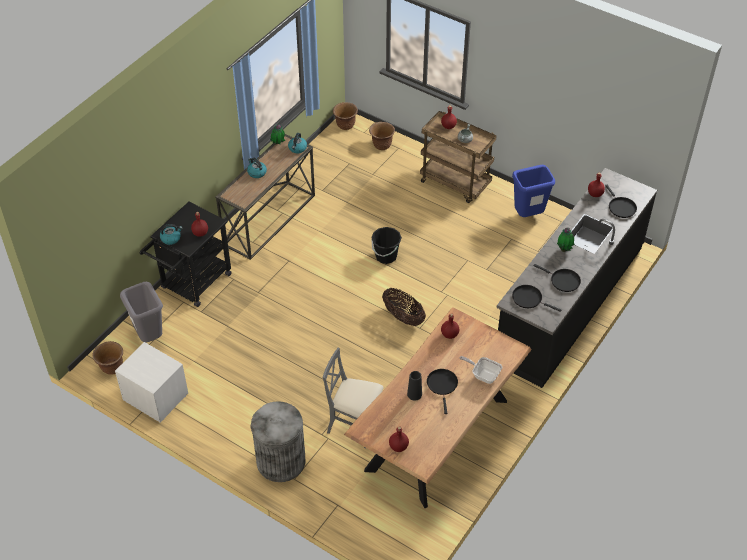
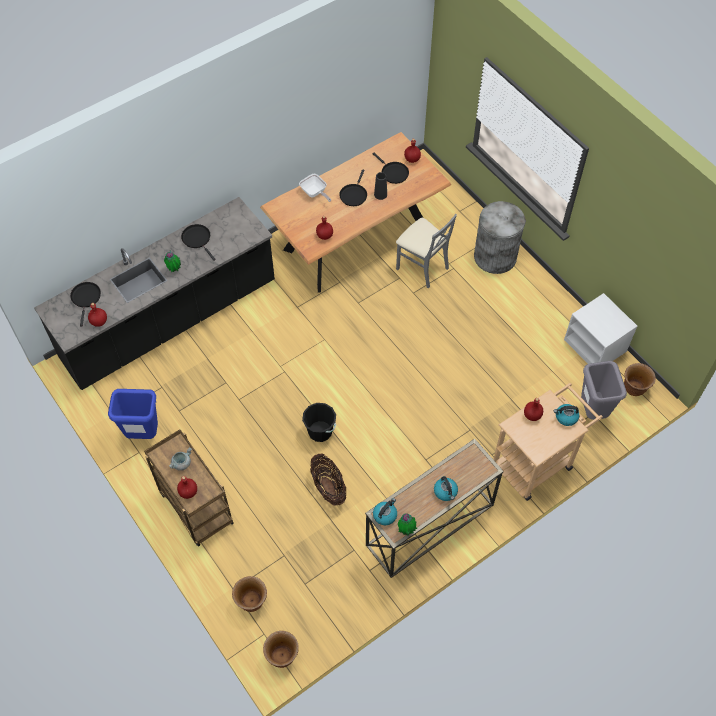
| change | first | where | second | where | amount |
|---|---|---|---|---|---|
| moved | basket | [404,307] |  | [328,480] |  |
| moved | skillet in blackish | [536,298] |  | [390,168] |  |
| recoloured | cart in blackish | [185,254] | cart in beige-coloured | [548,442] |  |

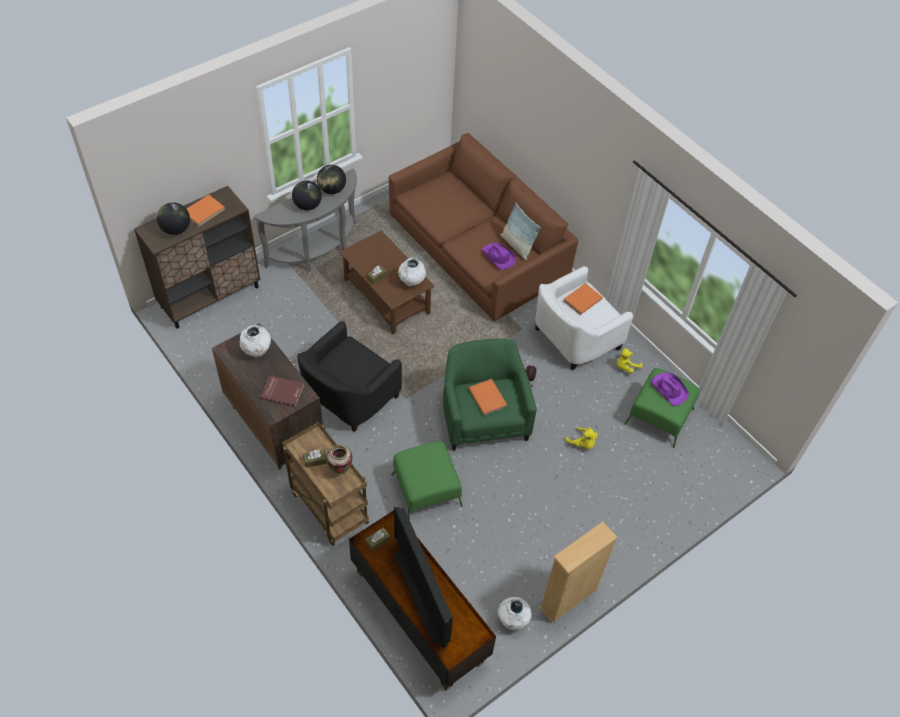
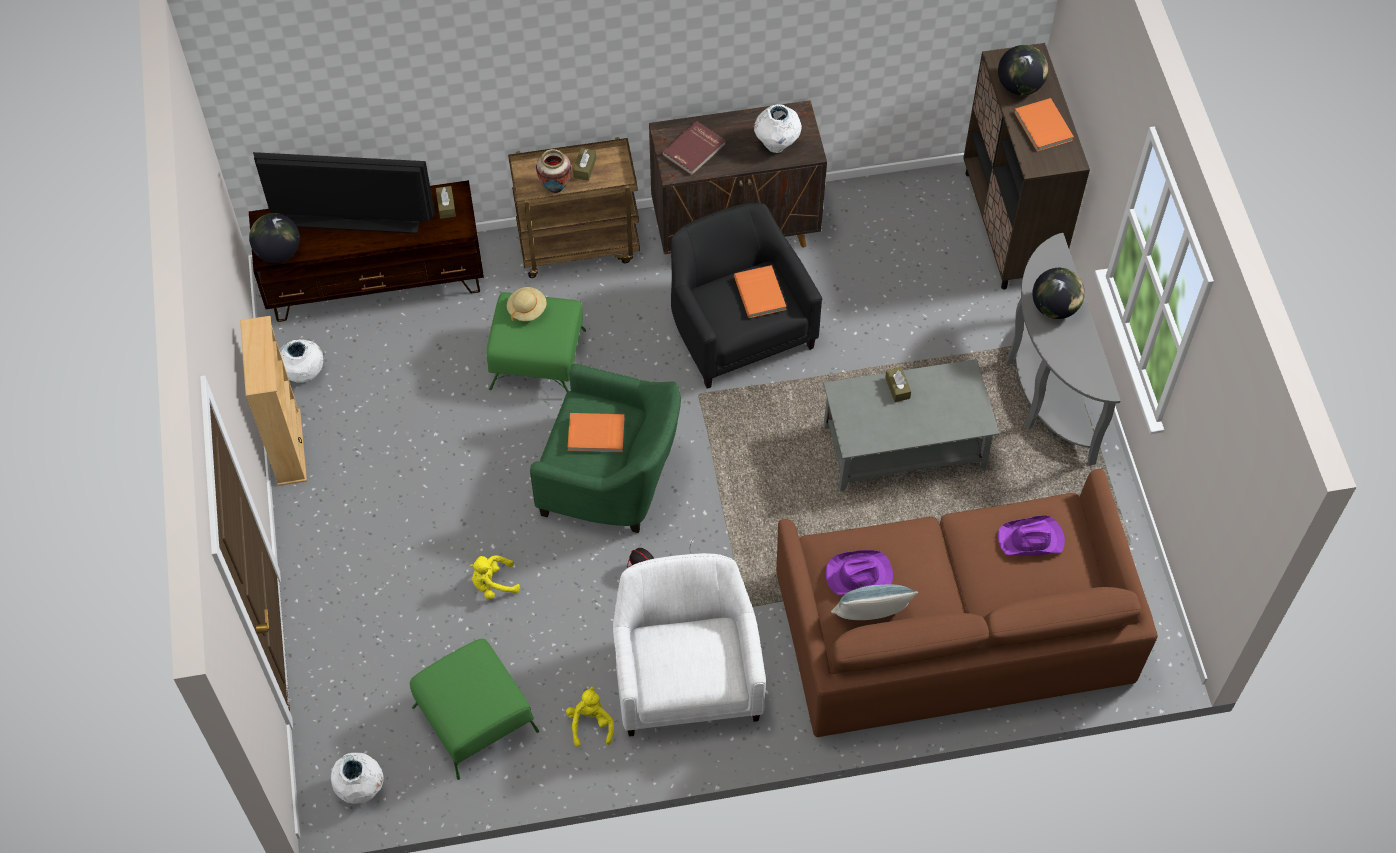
| change | first | where | second | where | amount |
|---|---|---|---|---|---|
| added |  |  | clothing hat in beige-coloured | [527,304] |  |
| moved | world globe | [331,179] |  | [274,238] |  |
| moved | flower vase in whitish | [412,272] |  | [357,778] |  |
| moved | bound book in orange-coloured | [583,299] |  | [760,291] |  |
| moved | clothing hat in purple-coloured | [670,389] |  | [1031,535] |  |
| recoloured | lounge table in brown-coloured | [387,282] | lounge table in grey | [911,425] |  |

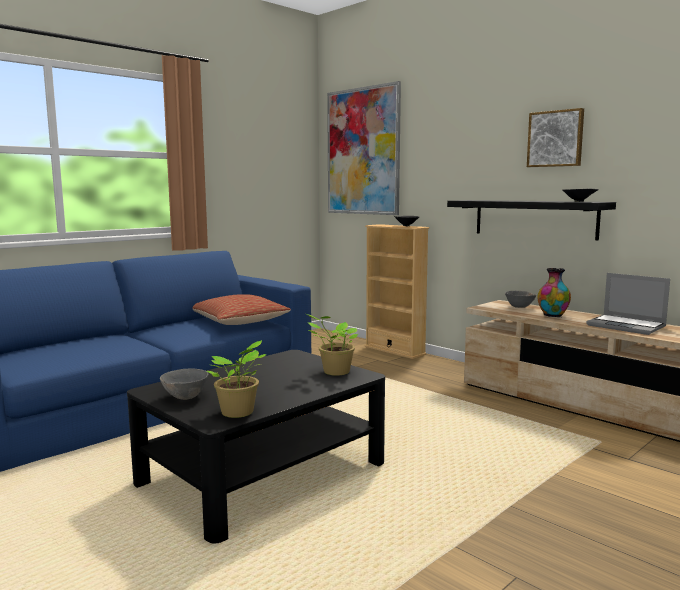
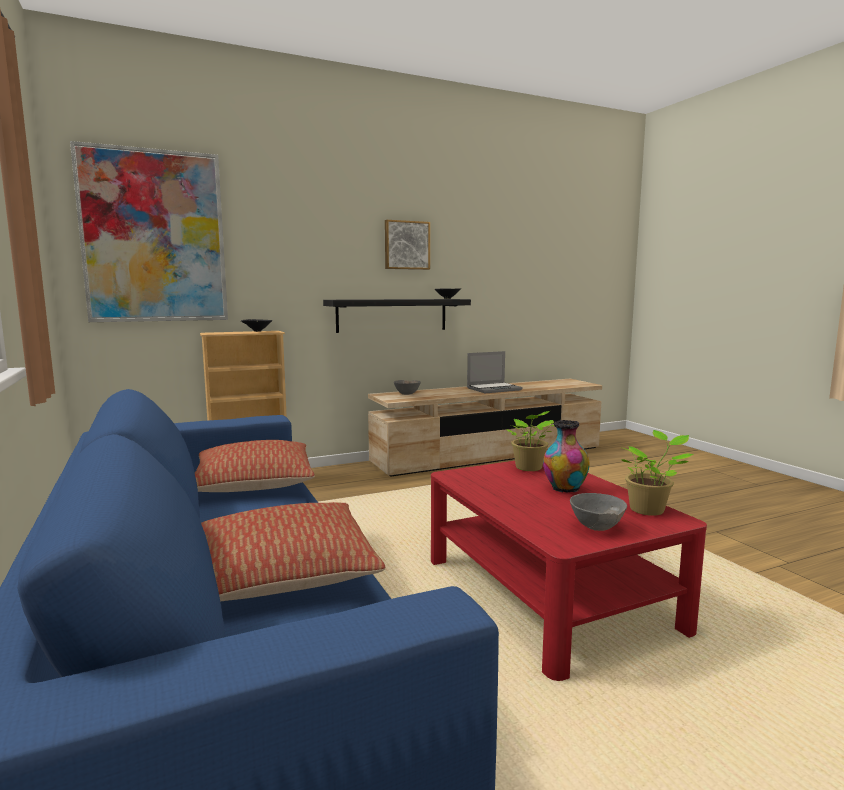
| change | first | where | second | where | amount |
|---|---|---|---|---|---|
| added |  |  | pillow | [293,551] |  |
| moved | flower vase | [554,292] |  | [566,456] |  |
| recoloured | lounge table in blackish | [256,447] | lounge table in red-coloured | [569,571] |  |

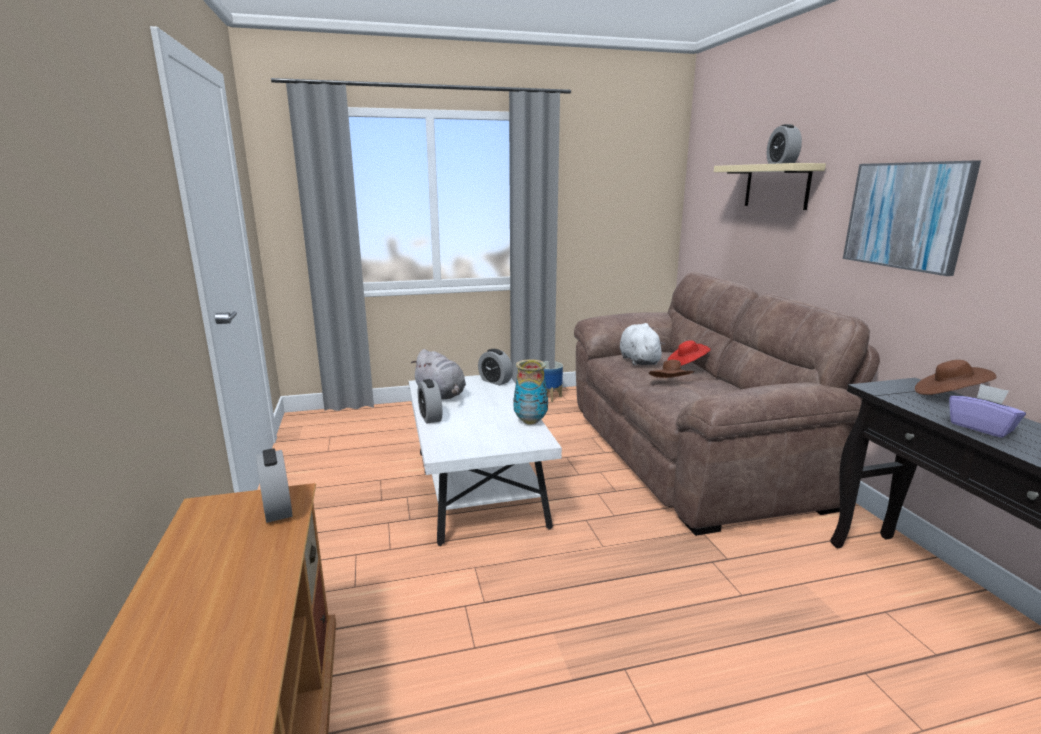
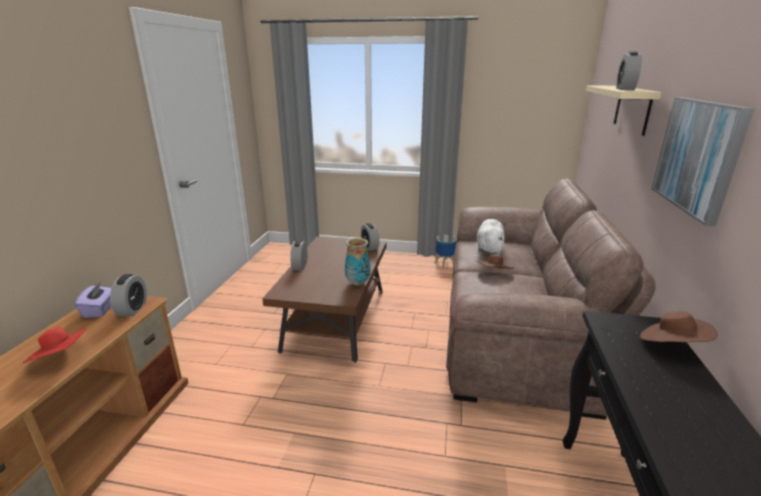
| change | first | where | second | where | amount |
|---|---|---|---|---|---|
| removed | soft toy in grey | [438,374] |  |  |  |
| moved | clothing hat in red-coloured | [689,353] |  | [55,345] |  |
| moved | box of tissues in purple-coloured | [987,411] |  | [93,300] |  |
| recoloured | lounge table in whitish | [485,460] | lounge table in brown-coloured | [324,300] |  |

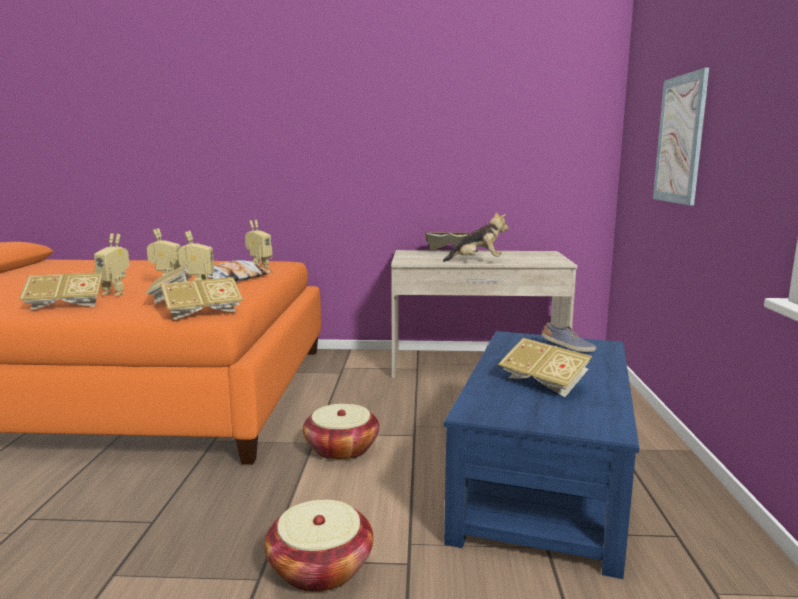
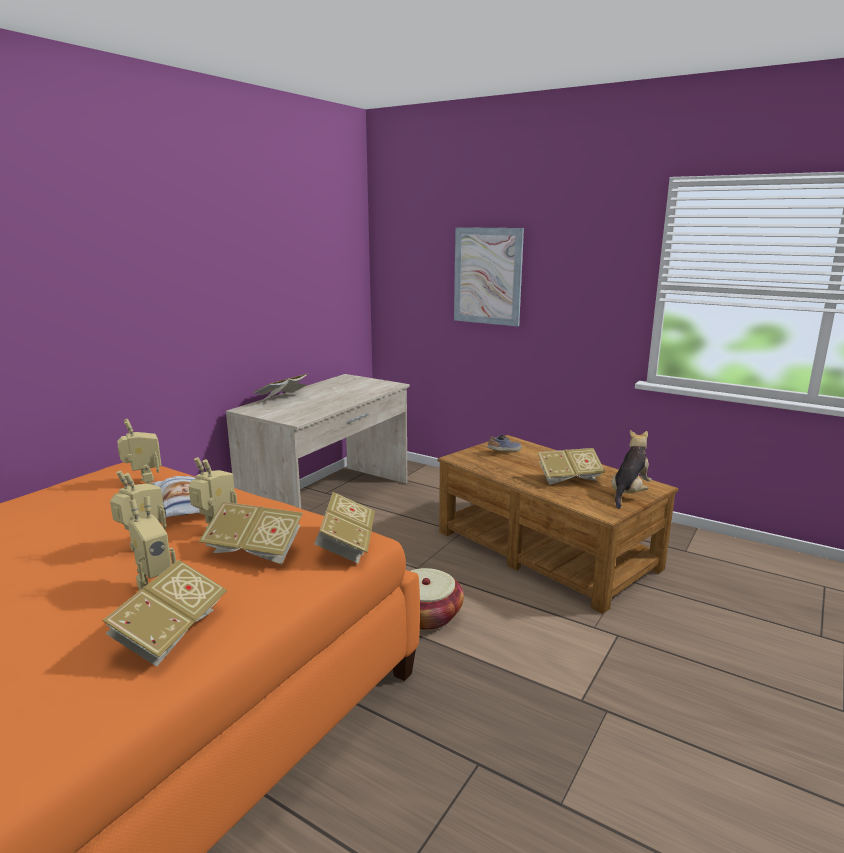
| change | first | where | second | where | amount |
|---|---|---|---|---|---|
| removed | basket | [318,546] |  |  |  |
| moved | soft toy | [476,237] |  | [632,469] |  |
| recoloured | lounge table in blue | [542,455] | lounge table in brown-coloured | [558,524] |  |

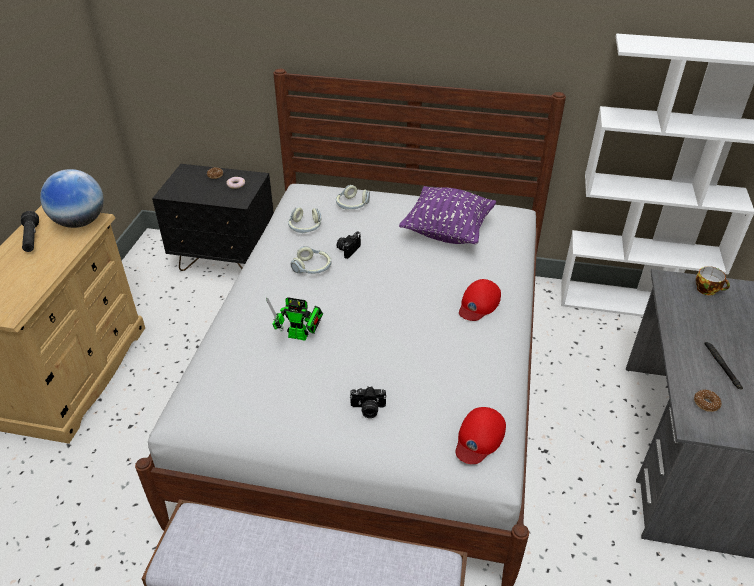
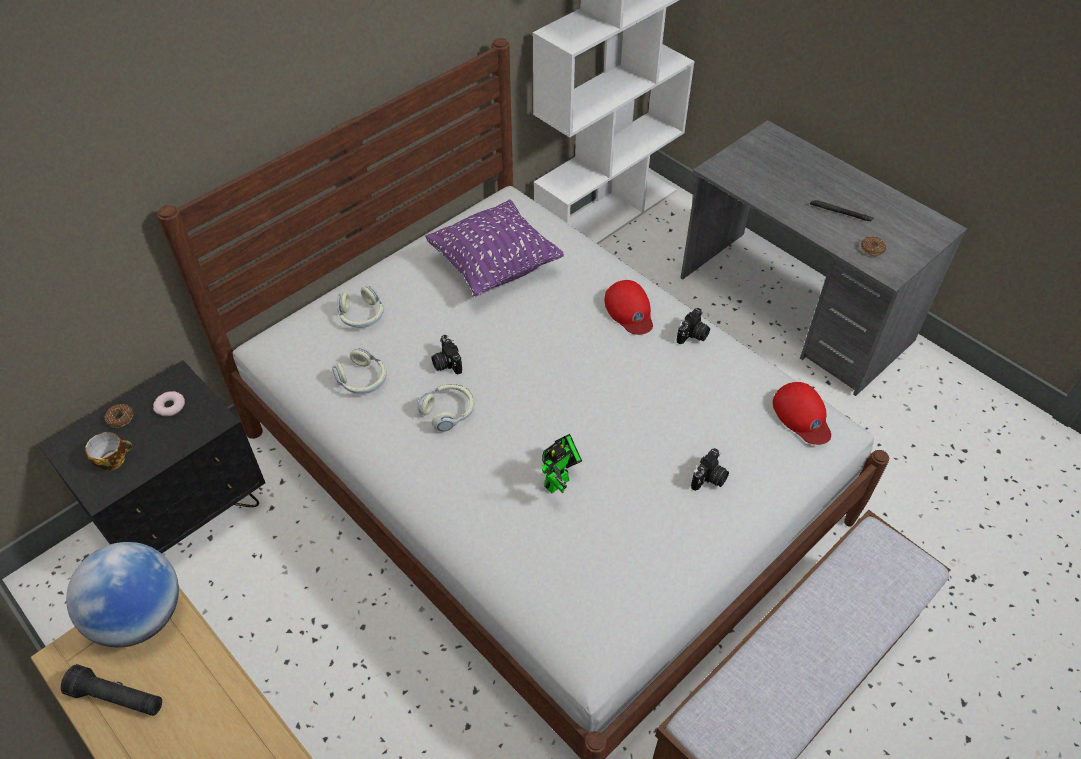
| change | first | where | second | where | amount |
|---|---|---|---|---|---|
| added |  |  | photo camera | [693,326] |  |
| moved | small cup | [713,281] |  | [109,451] |  |

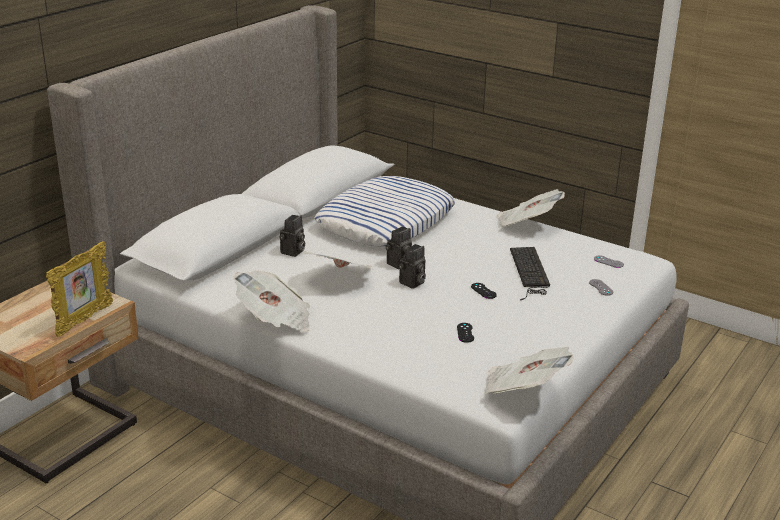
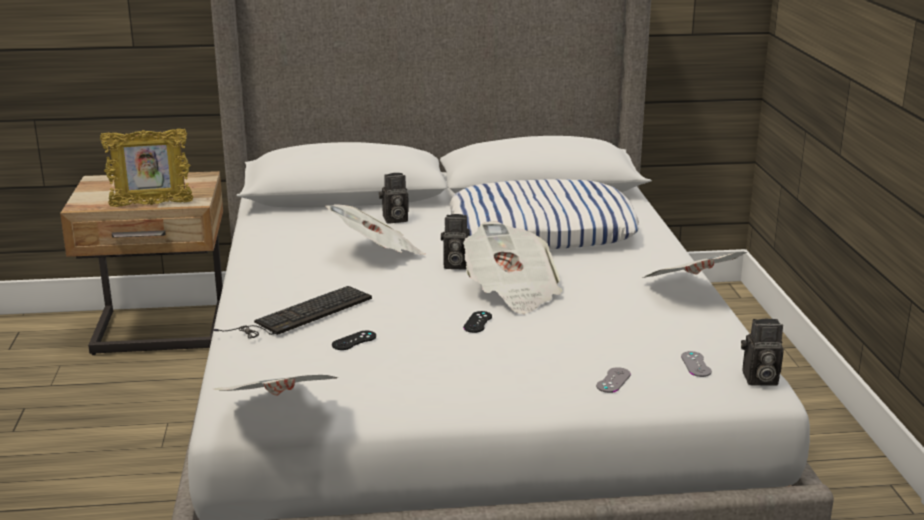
| change | first | where | second | where | amount |
|---|---|---|---|---|---|
| moved | printed paper | [271,301] |  | [512,267] |  |
| moved | photo camera | [412,266] |  | [762,352] |  |
| moved | PC keyboard | [530,274] |  | [292,312] |  |

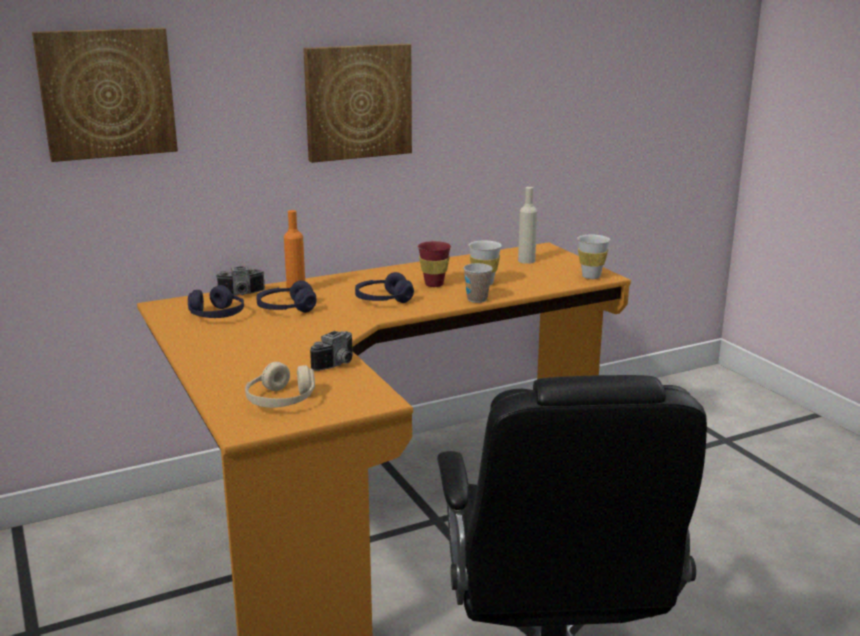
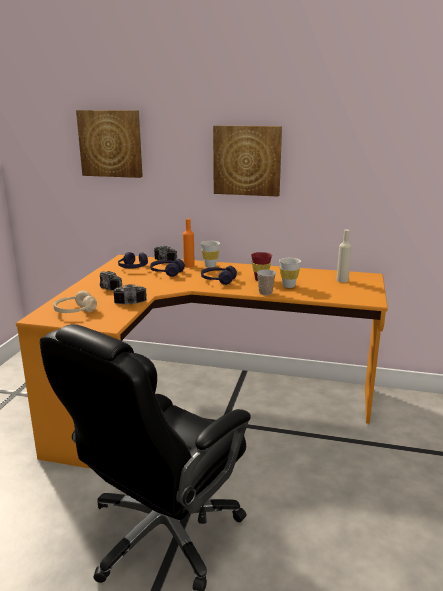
| change | first | where | second | where | amount |
|---|---|---|---|---|---|
| added |  |  | photo camera | [111,280] |  |
| moved | small cup in whitish | [593,257] |  | [210,254] |  |

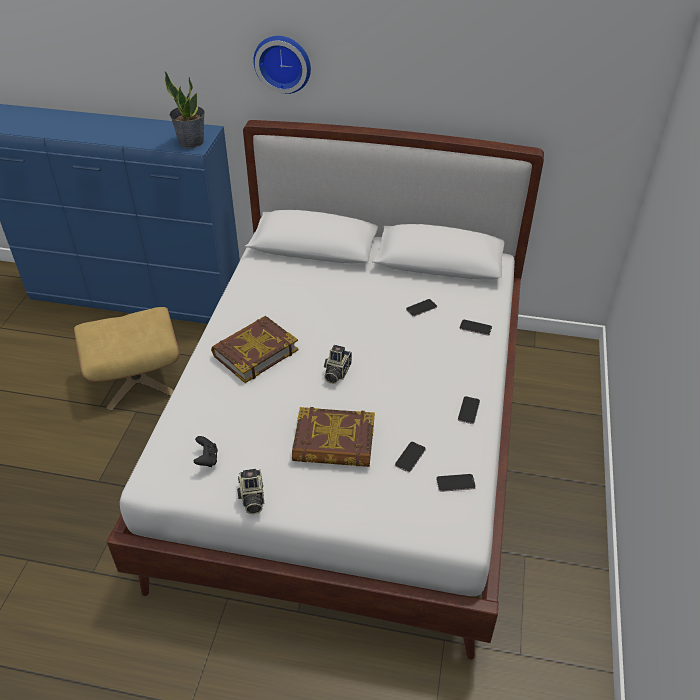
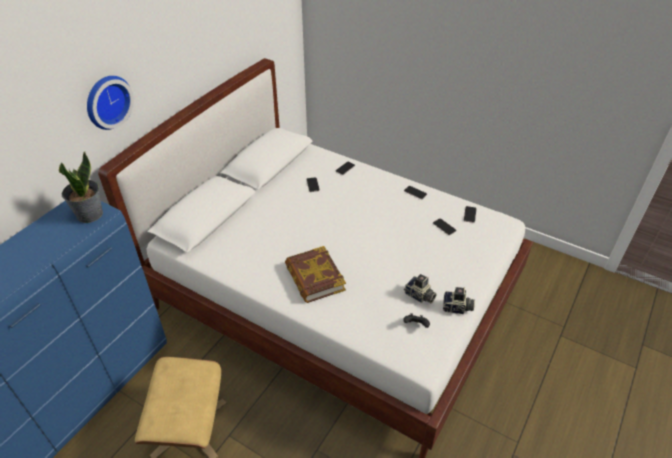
| change | first | where | second | where | amount |
|---|---|---|---|---|---|
| removed | bound book | [333,437] |  |  |  |
| moved | photo camera | [338,364] |  | [420,288] |  |

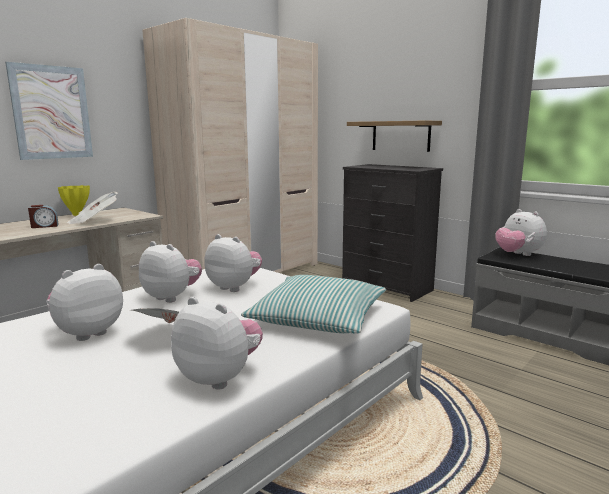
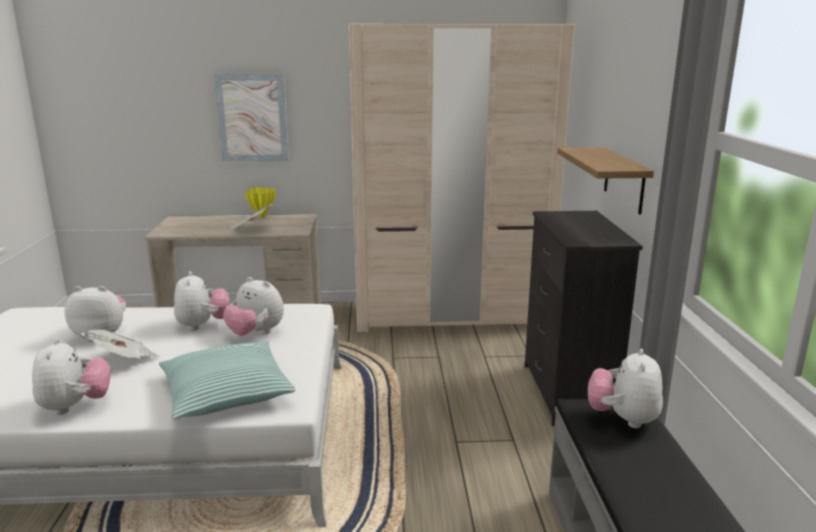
| change | first | where | second | where | amount |
|---|---|---|---|---|---|
| removed | table clock | [43,216] |  |  |  |
| turned | soft toy | [233,263] |  | [253,306] | 135 degrees clockwise |

